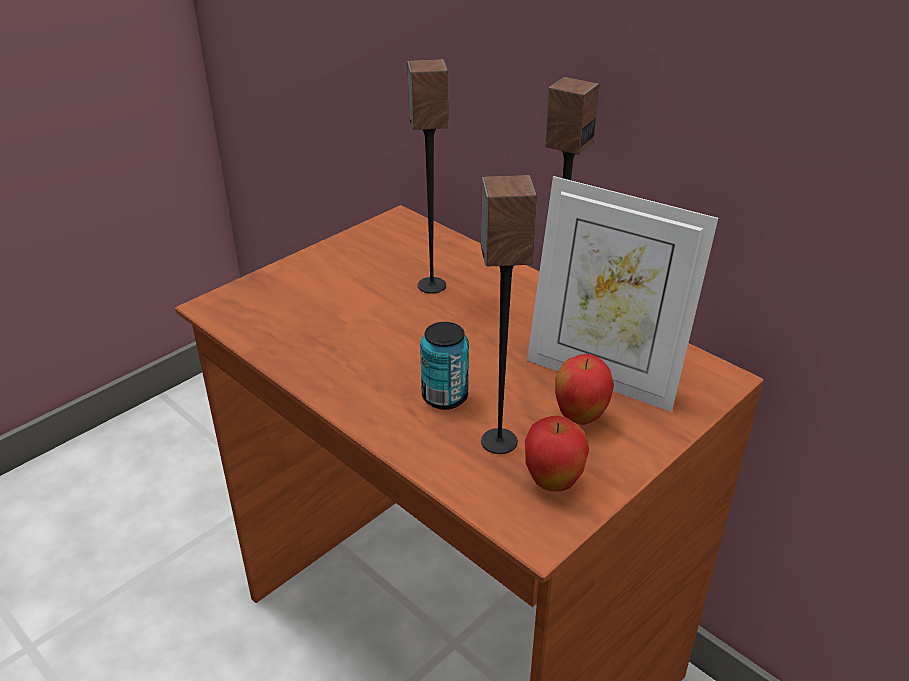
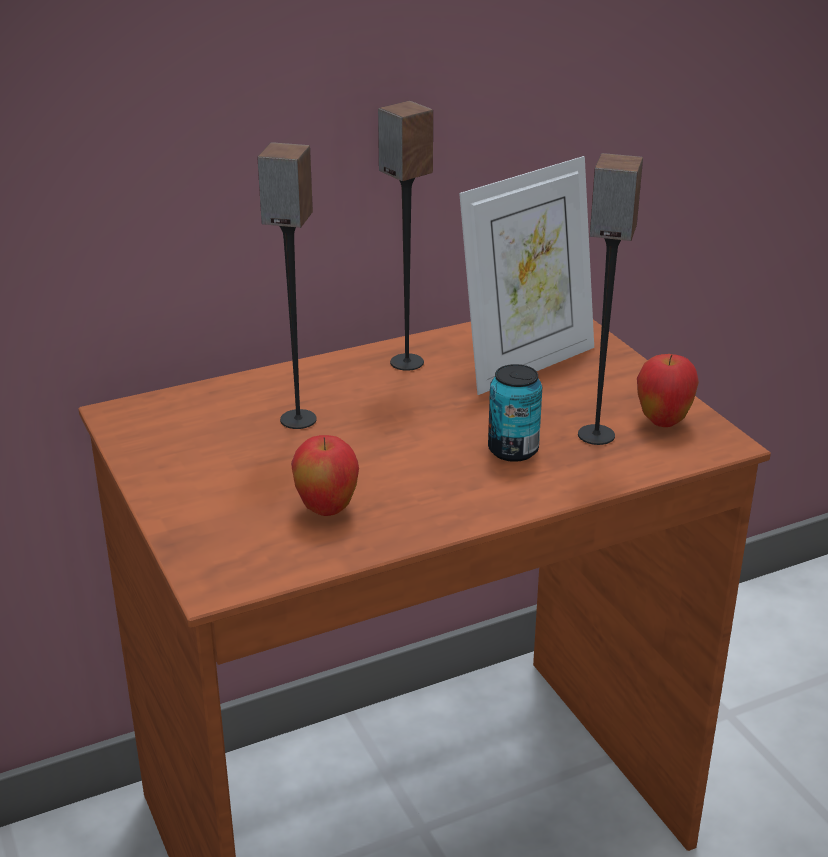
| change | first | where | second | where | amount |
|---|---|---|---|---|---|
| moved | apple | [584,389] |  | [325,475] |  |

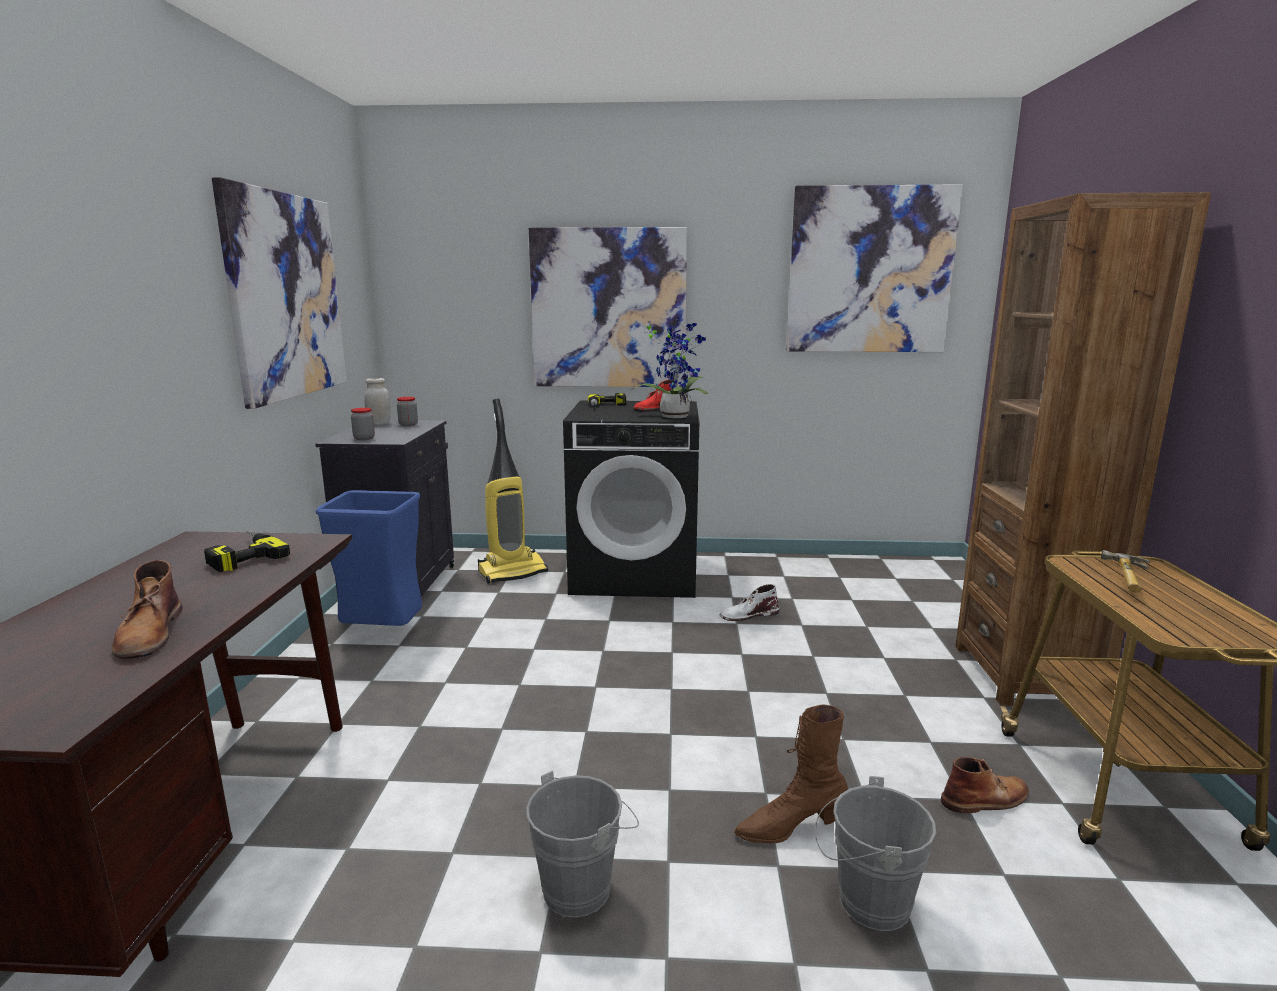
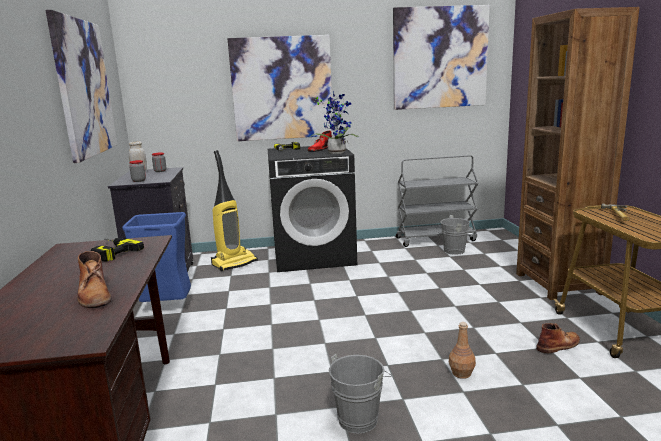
| change | first | where | second | where | amount |
|---|---|---|---|---|---|
| removed | high-top boot in whitish | [749,602] |  |  |  |
| added |  |  | cart in grey | [437,201] |  |
| moved | bucket in grey | [875,853] |  | [452,235] |  |
| replaced | high-top boot in brown-coloured | [791,774] | beverage bottle in brown-coloured | [462,350] |  |

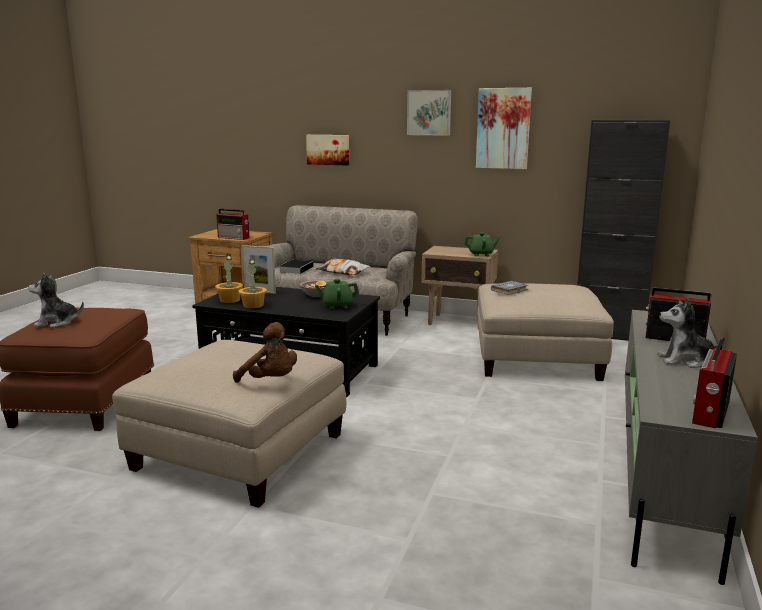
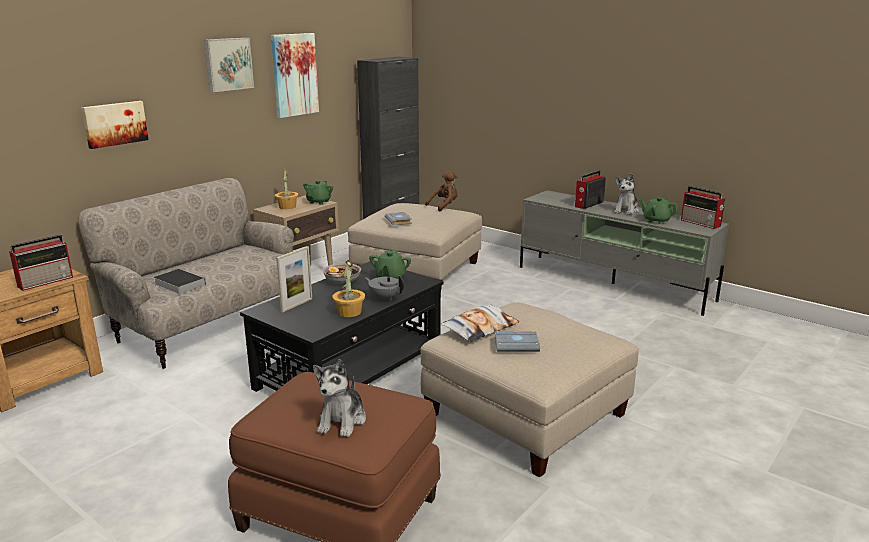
| change | first | where | second | where | amount |
|---|---|---|---|---|---|
| added |  |  | teapot in grey | [384,288] |  |
| added |  |  | bound book in grey | [517,341] |  |
| added |  |  | teapot in greenish | [658,210] |  |
| moved | houseplant | [229,279] |  | [287,189] |  |
| moved | soft toy in brown-coloured | [265,352] |  | [441,191] |  |
| moved | pillow | [343,267] |  | [480,323] |  |

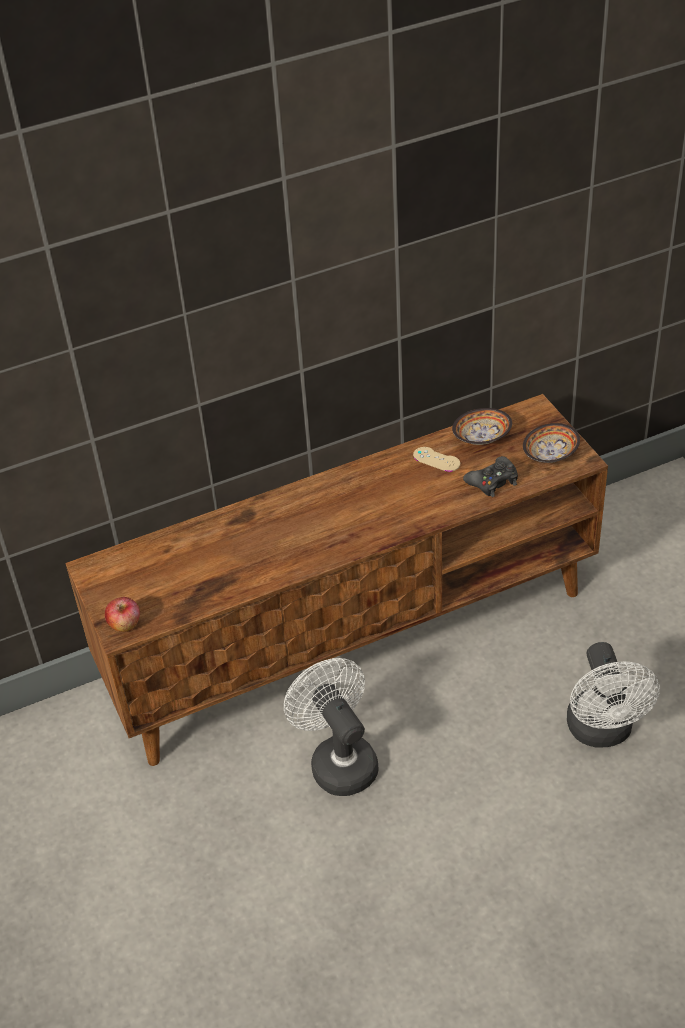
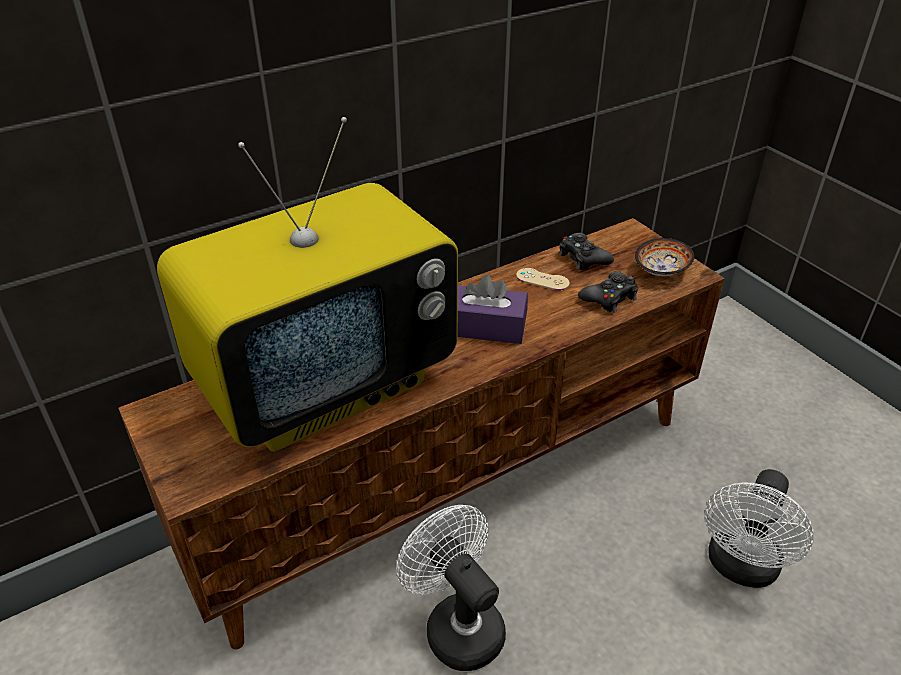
| change | first | where | second | where | amount |
|---|---|---|---|---|---|
| removed | apple | [122,614] |  |  |  |
| added |  |  | television | [307,284] |  |
| added |  |  | box of tissues in purple-coloured | [493,309] |  |
| replaced | bowl | [482,426] | gamepad in blackish | [586,251] |  |
| turned | electric fan in whitish | [613,694] |  | [759,528] | 45 degrees clockwise |

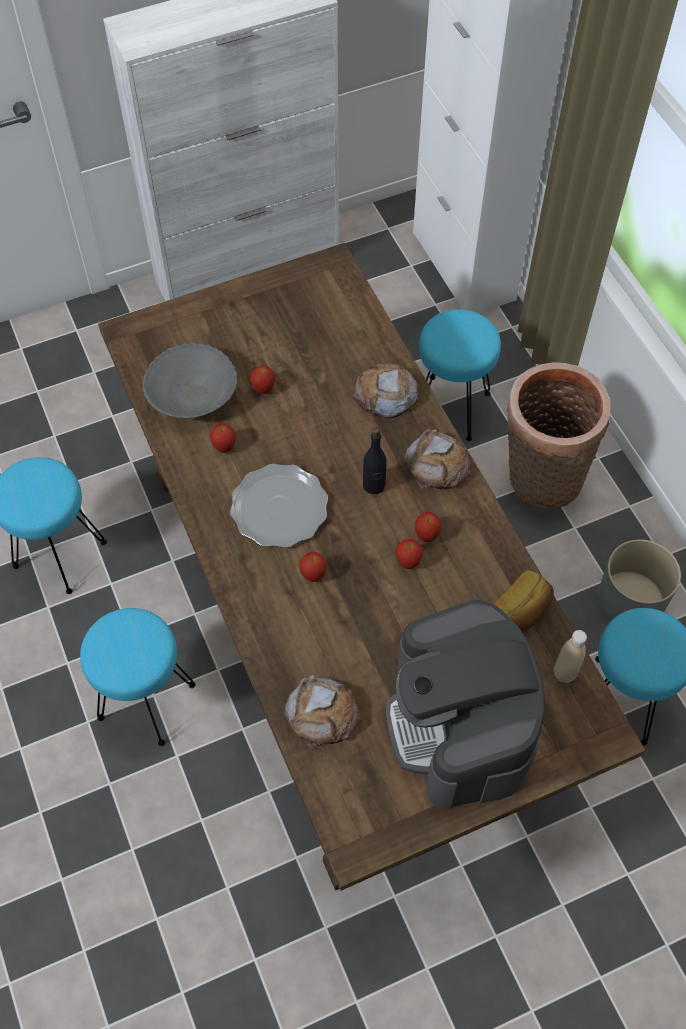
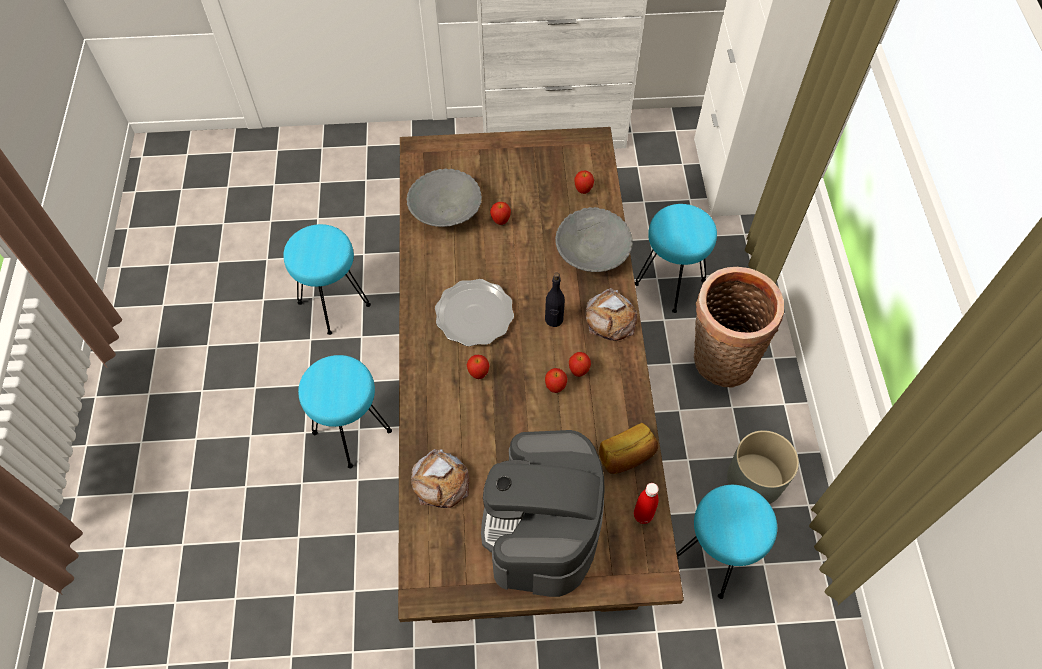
| change | first | where | second | where | amount |
|---|---|---|---|---|---|
| moved | apple | [223,438] |  | [584,182] |  |
| replaced | baked bread | [385,390] | bowl in grey | [594,239] |  |
| recoloured | beverage bottle in beige-coloured | [570,656] | beverage bottle in red-coloured | [646,503] |  |

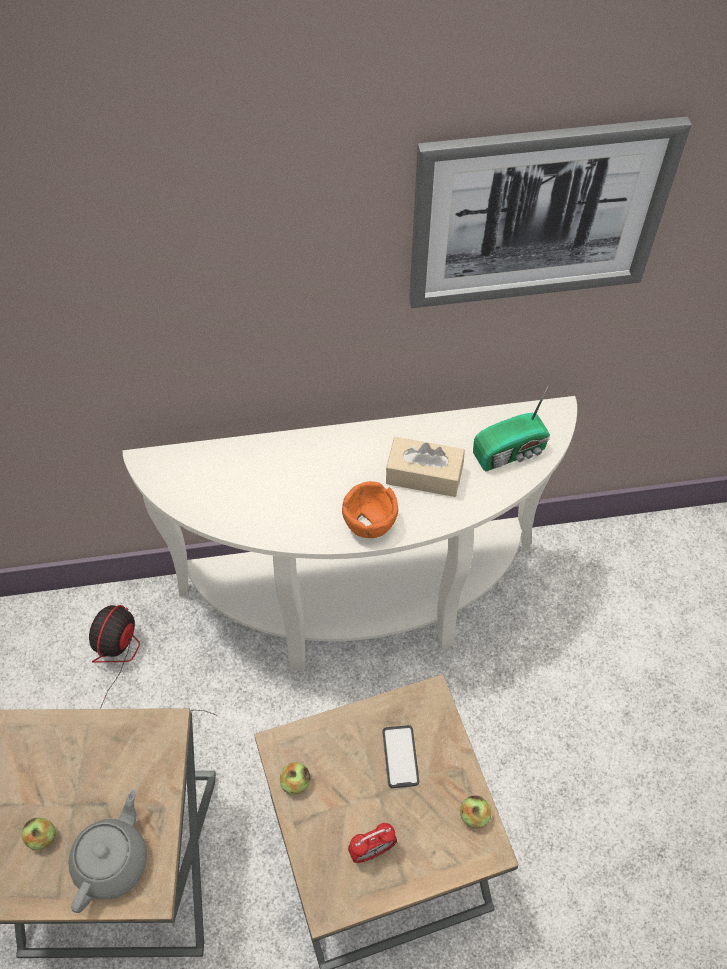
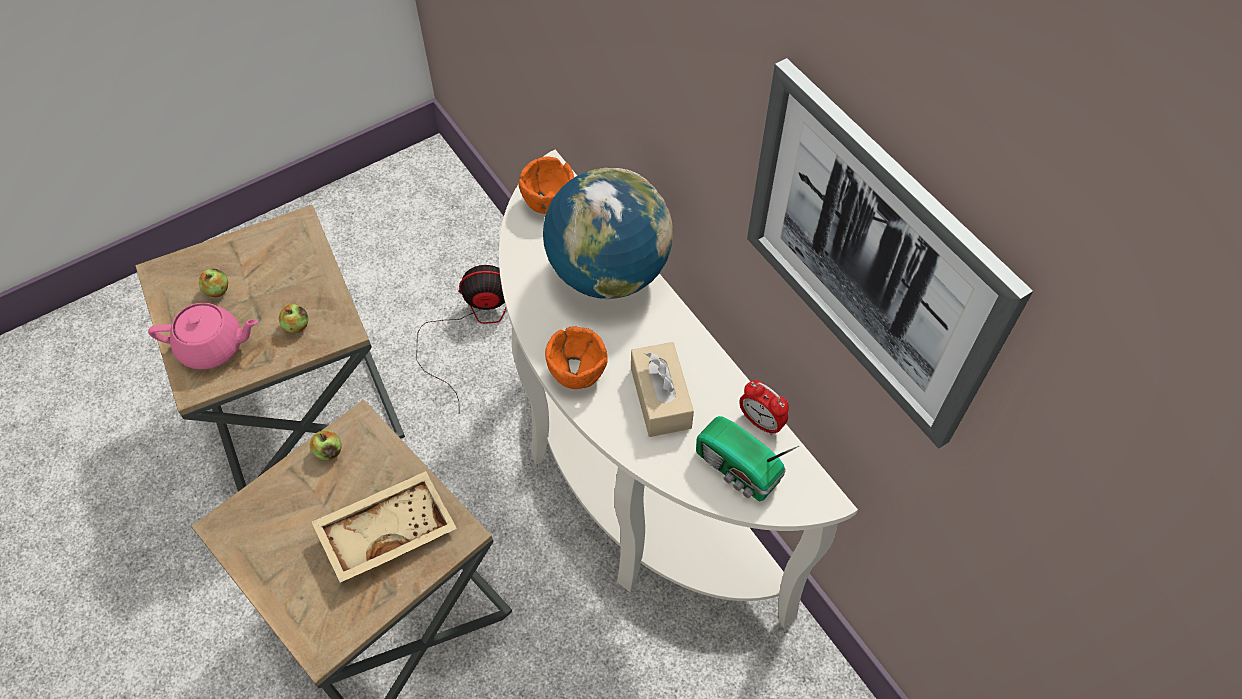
| change | first | where | second | where | amount |
|---|---|---|---|---|---|
| added |  |  | bowl in orange-coloured | [546,185] |  |
| added |  |  | world globe | [608,234] |  |
| moved | table clock | [372,843] |  | [764,407] |  |
| moved | apple | [475,811] |  | [293,319] |  |
| replaced | telephone | [400,756] | carrying tray in beige-coloured | [384,527] |  |
| recoloured | teapot in grey | [107,851] | teapot in pinkish | [203,336] |  |

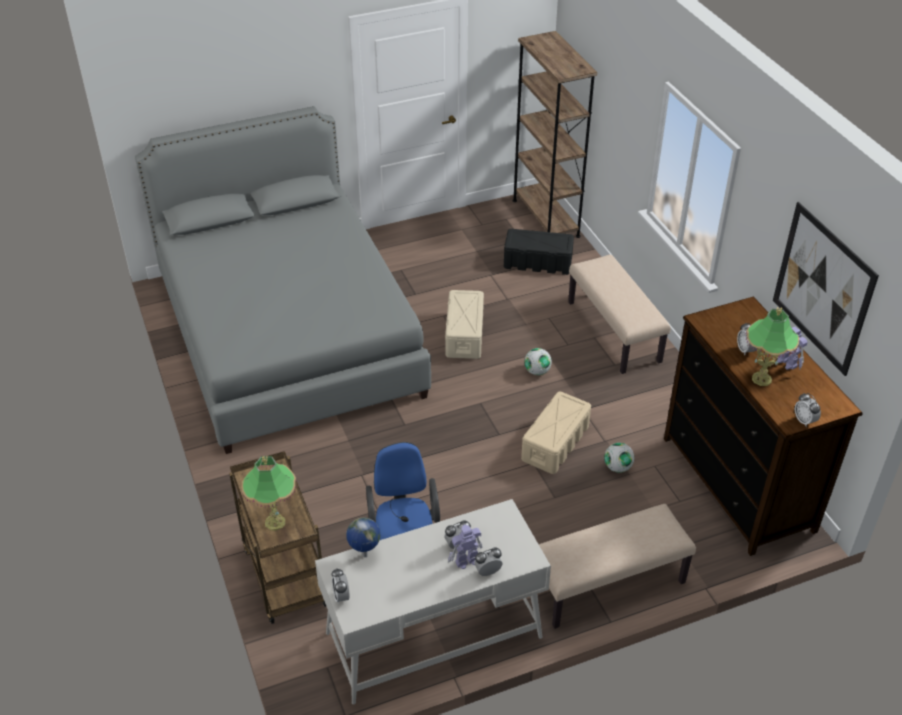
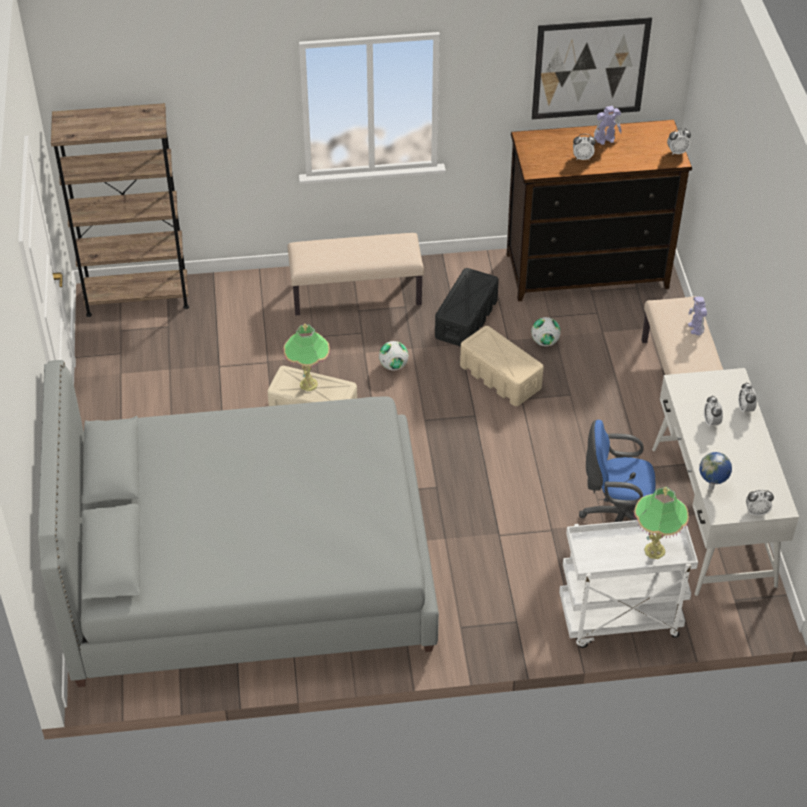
| change | first | where | second | where | amount |
|---|---|---|---|---|---|
| moved | robot figure | [465,547] |  | [697,316] |  |
| moved | storage container in blackish | [539,252] |  | [467,307] |  |
| moved | tabletop lamp | [772,346] |  | [306,357] |  |
| recoloured | cart in brown-coloured | [277,537] | cart in whitish | [628,584] |  |

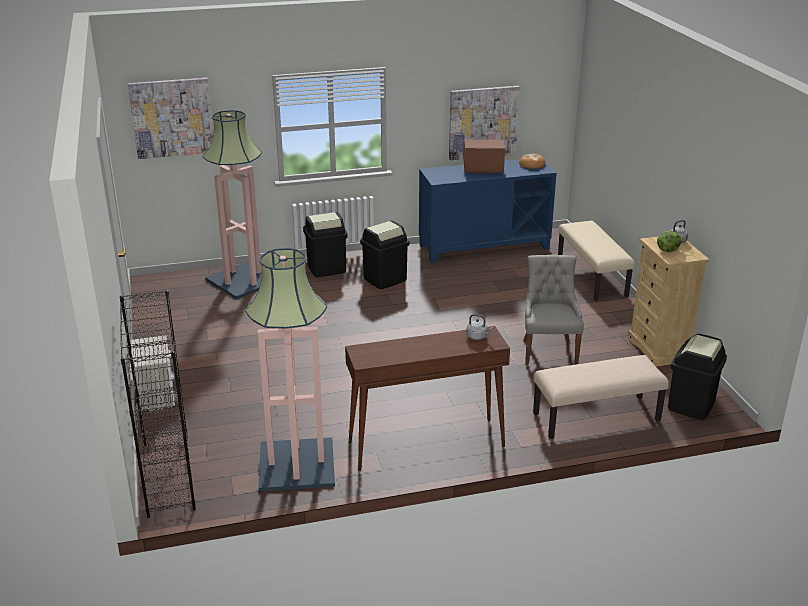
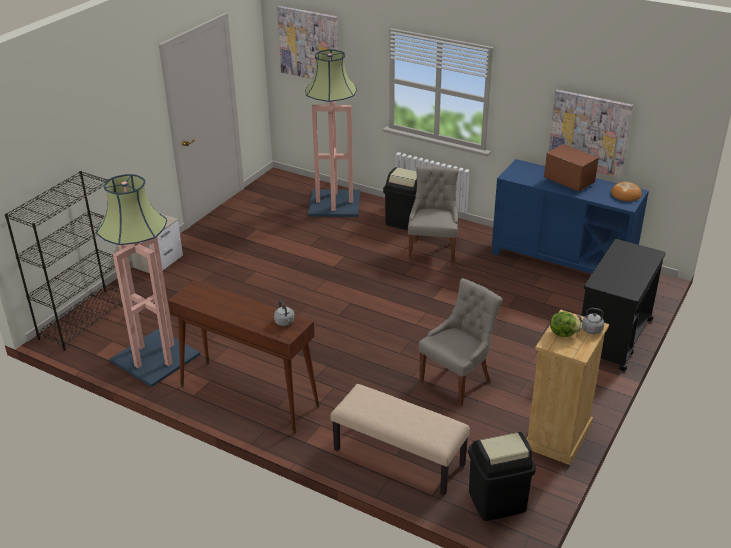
| change | first | where | second | where | amount |
|---|---|---|---|---|---|
| replaced | rubbish bin in blackish | [384,254] | upright chair in grey | [433,215] |  |
| replaced | indoor bench in beige-coloured | [596,261] | cart in blackish | [623,305] |  |

